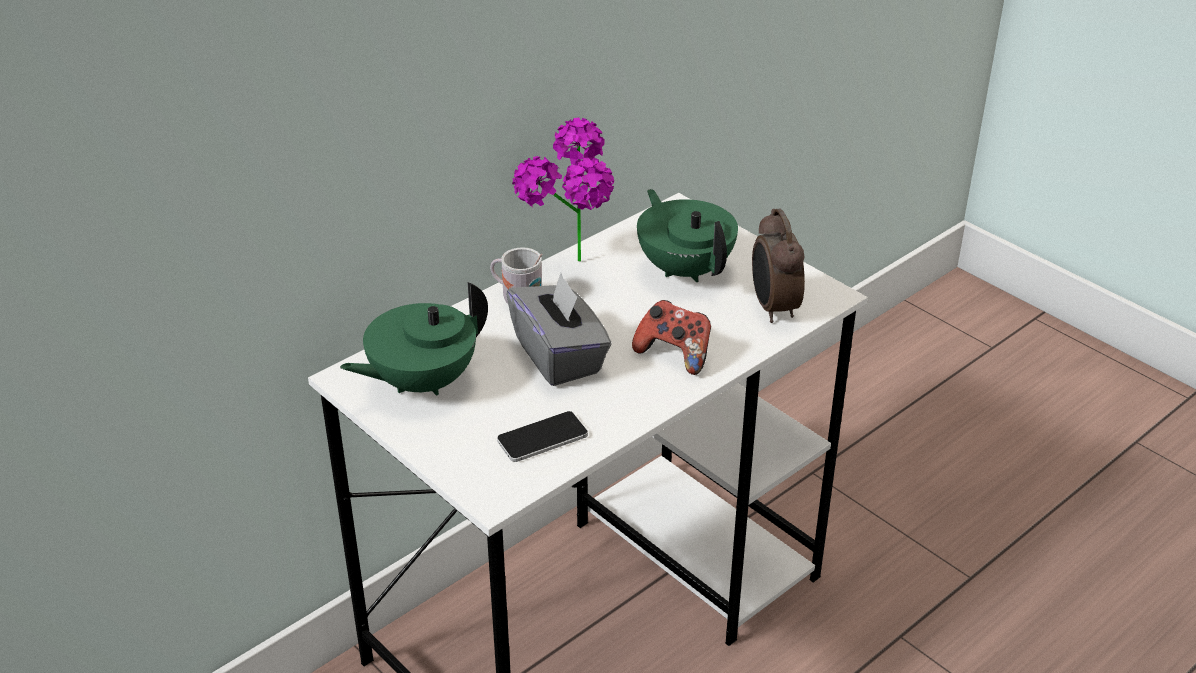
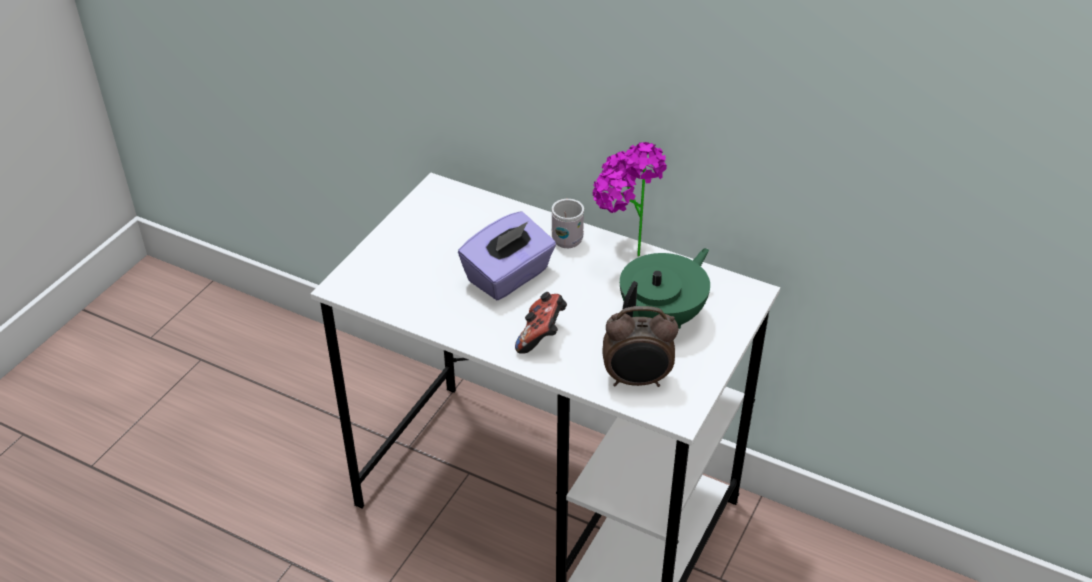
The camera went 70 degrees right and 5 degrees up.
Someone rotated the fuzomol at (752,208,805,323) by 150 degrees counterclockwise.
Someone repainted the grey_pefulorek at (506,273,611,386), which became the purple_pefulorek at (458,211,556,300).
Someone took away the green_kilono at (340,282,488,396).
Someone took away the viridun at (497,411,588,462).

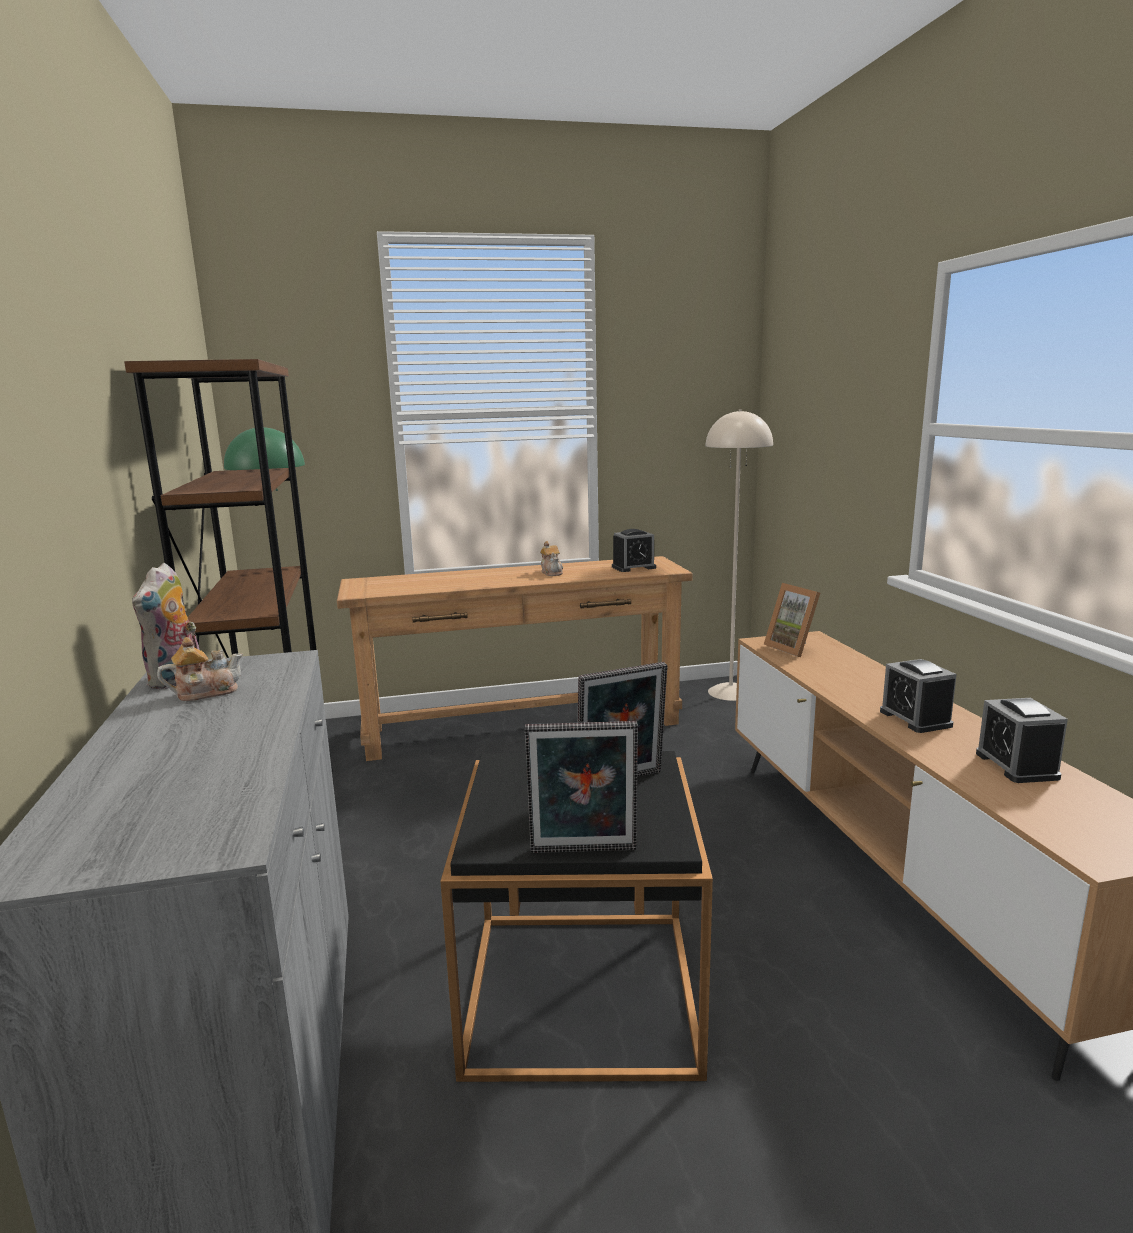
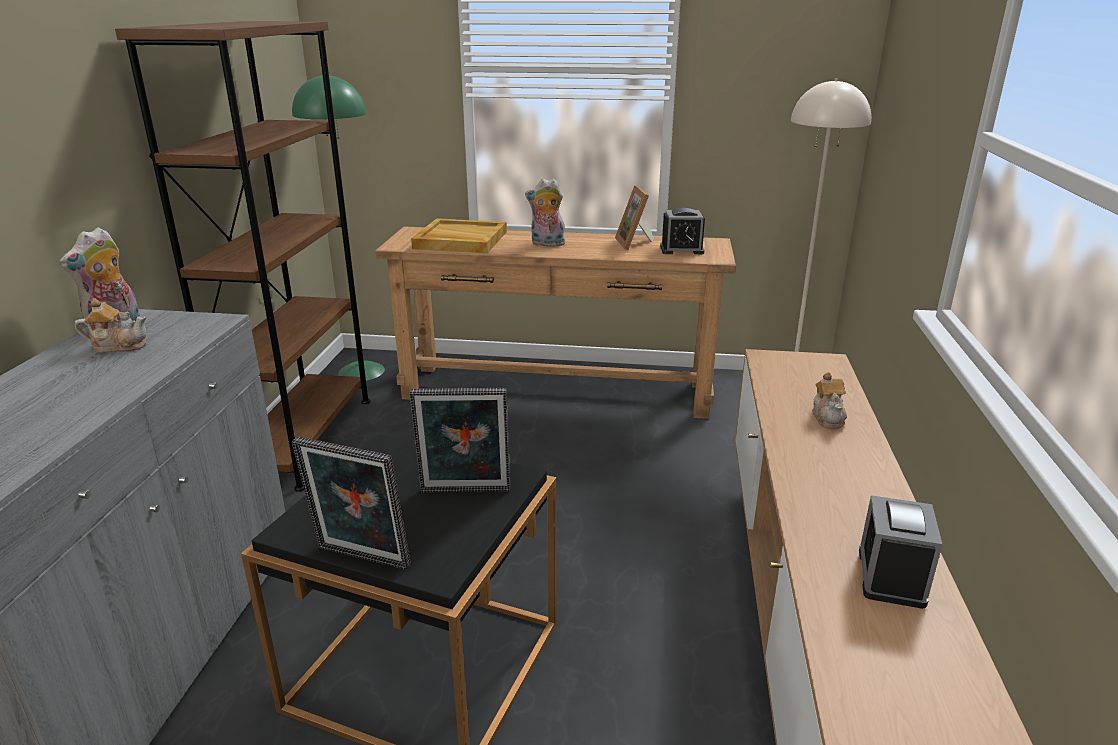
The camera went 20 degrees right and 10 degrees up.
Someone carried the kilono from (540,541,563,576) to (812,372,847,429).
Someone carried the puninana from (764,583,820,657) to (615,185,654,250).
Someone took away the fuzomol at (880,659,957,733).
Someone put down the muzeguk at (525,178,565,248).
Someone put down the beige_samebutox at (411,218,507,253).

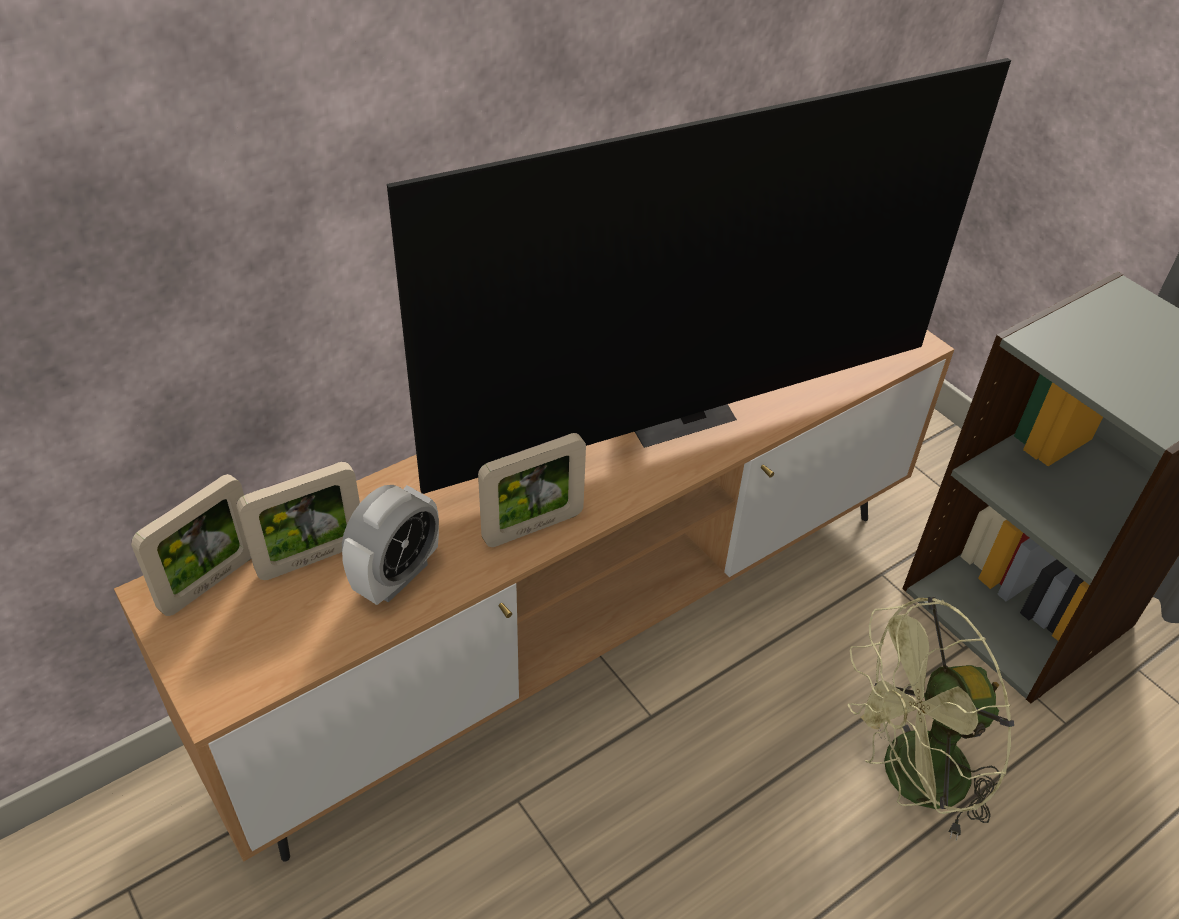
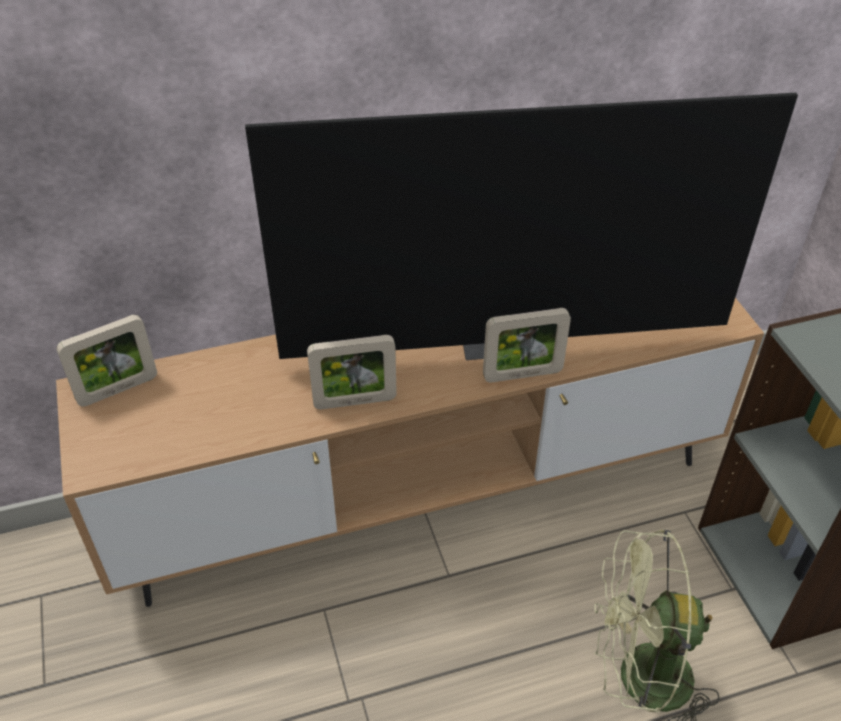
The camera went 20 degrees right and 0 degrees up.
Someone carried the puninana from (236,462,360,580) to (483,308,571,382).
Someone took away the fuzomol at (342,485,439,605).

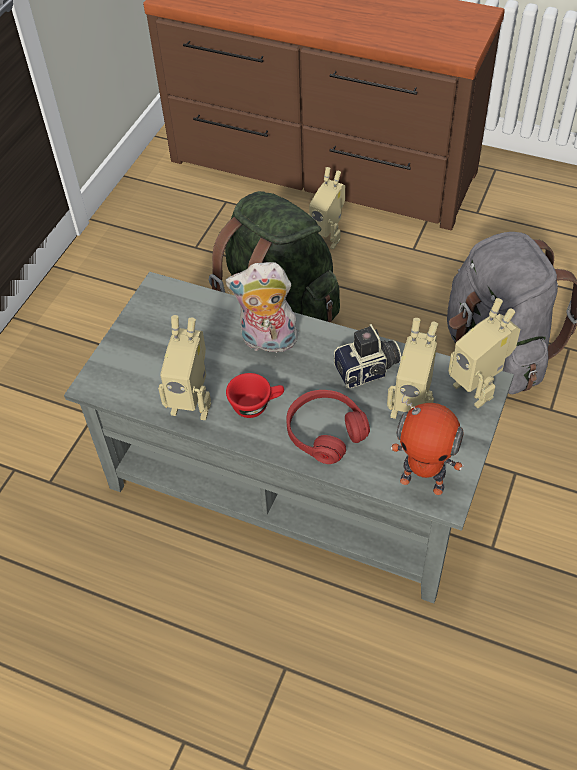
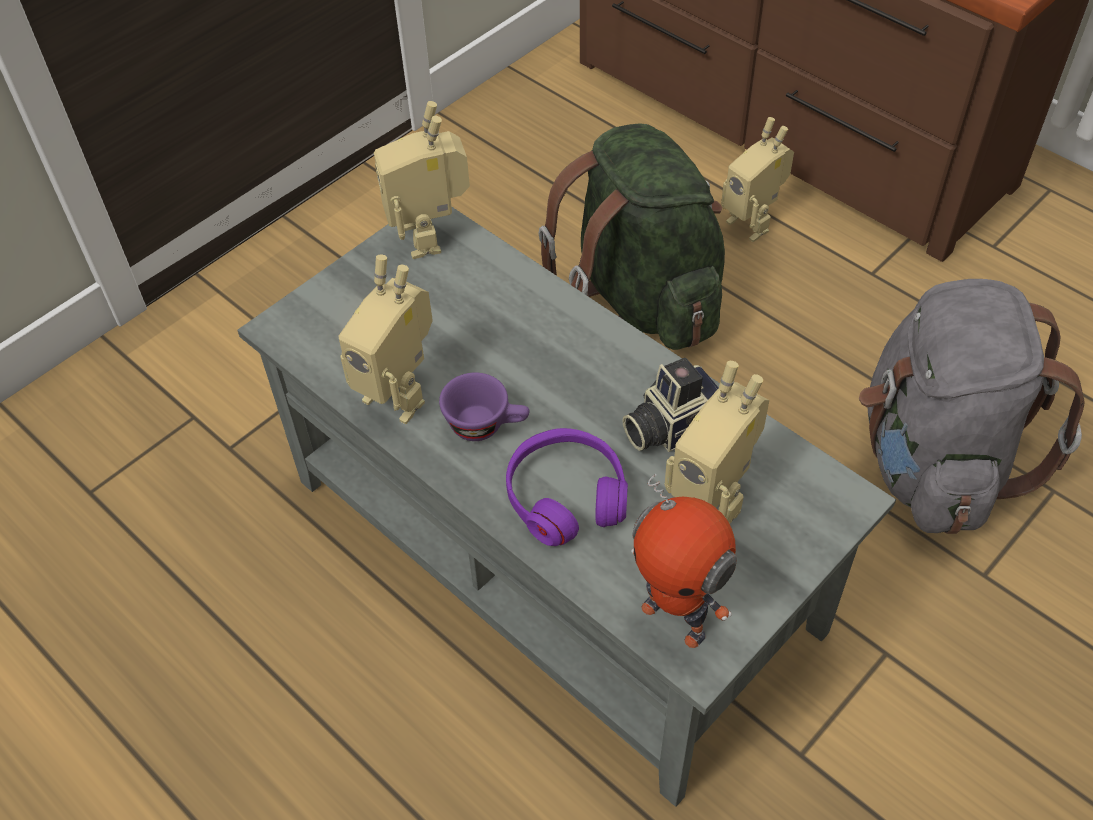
The camera went 20 degrees right and 0 degrees up.
Someone took away the muzeguk at (225,262,298,353).
Someone carried the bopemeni from (448,298,520,408) to (374,101,470,259).
Someone rotated the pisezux at (334,324,401,388) by 150 degrees clockwise.
Someone repainted the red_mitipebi at (226,373,284,418), which became the purple_mitipebi at (439,373,530,441).
Someone repainted the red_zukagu at (286,390,370,464), which became the purple_zukagu at (506,428,628,546).

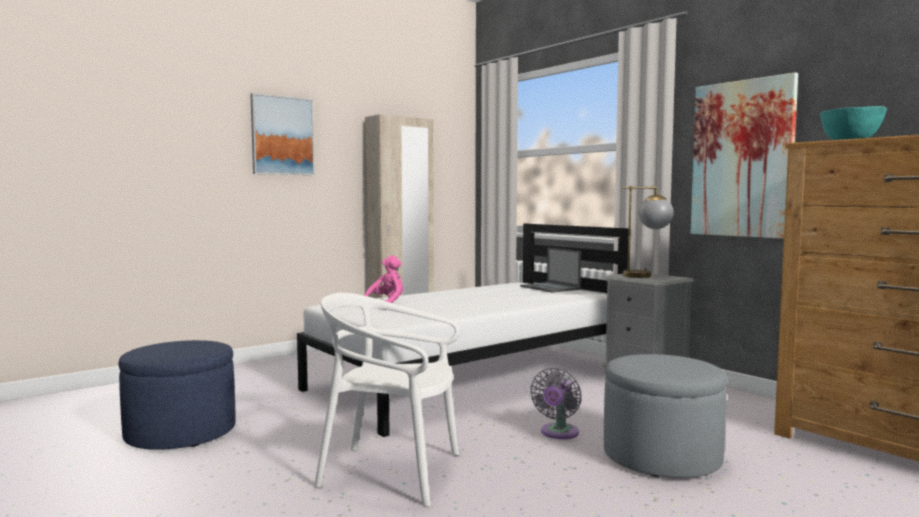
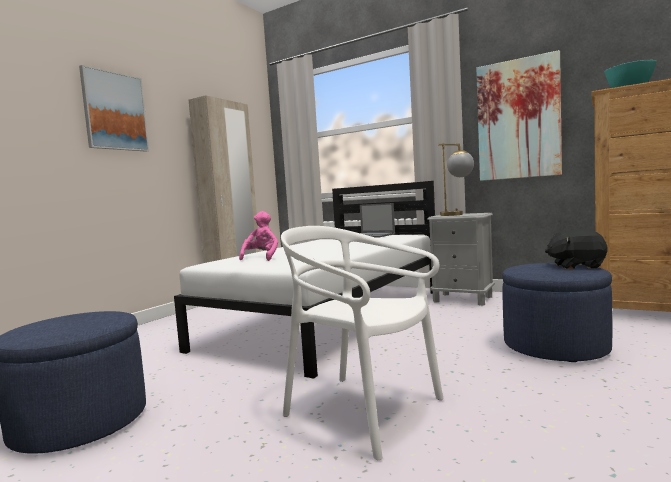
The camera went 20 degrees left and 0 degrees up.
Someone rotated the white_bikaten at (314,293,460,507) by 45 degrees clockwise.
Someone repainted the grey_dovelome at (604,354,727,478), which became the blue_dovelome at (502,263,612,362).
Someone took away the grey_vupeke at (530,368,582,439).
Someone put down the black_muzeguk at (545,229,607,269).

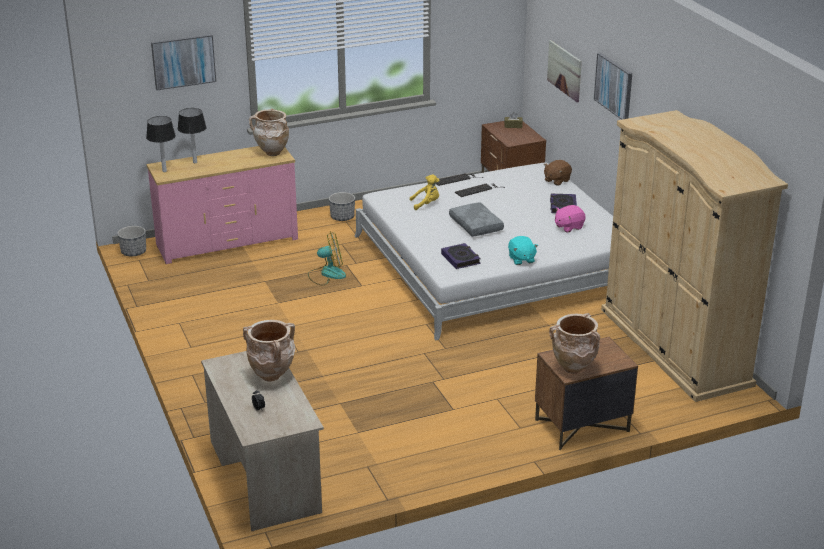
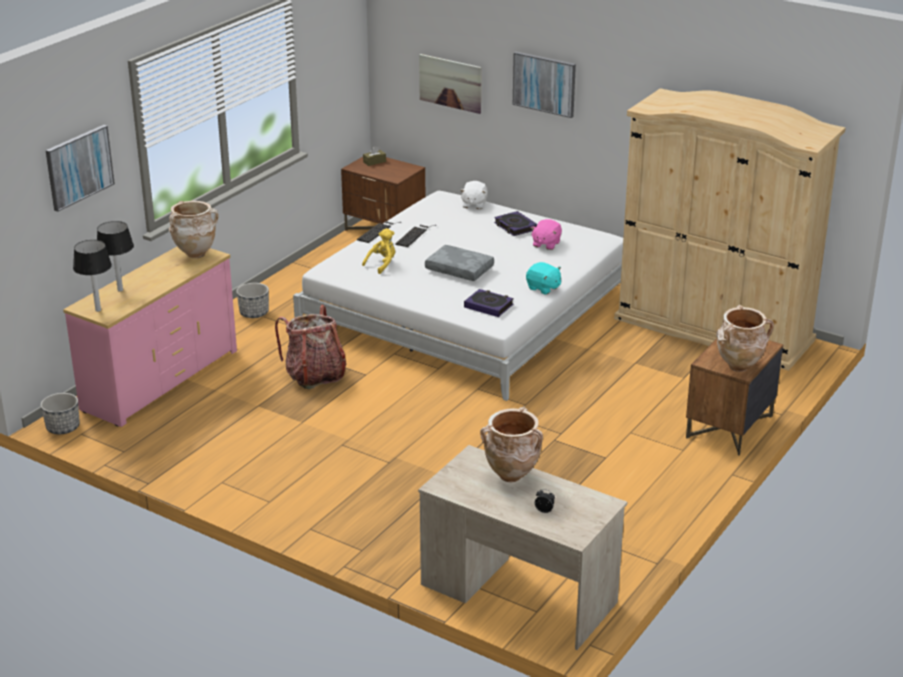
The camera went 35 degrees left and 0 degrees up.
Someone repainted the brown_muzeguk at (544,160,572,186), which became the white_muzeguk at (460,181,487,209).
Someone swapped the vupeke at (308,232,346,285) for the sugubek at (275,305,347,389).

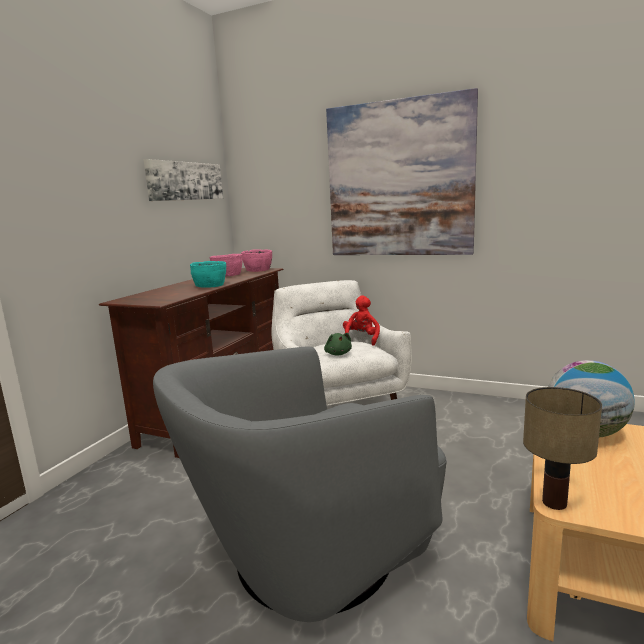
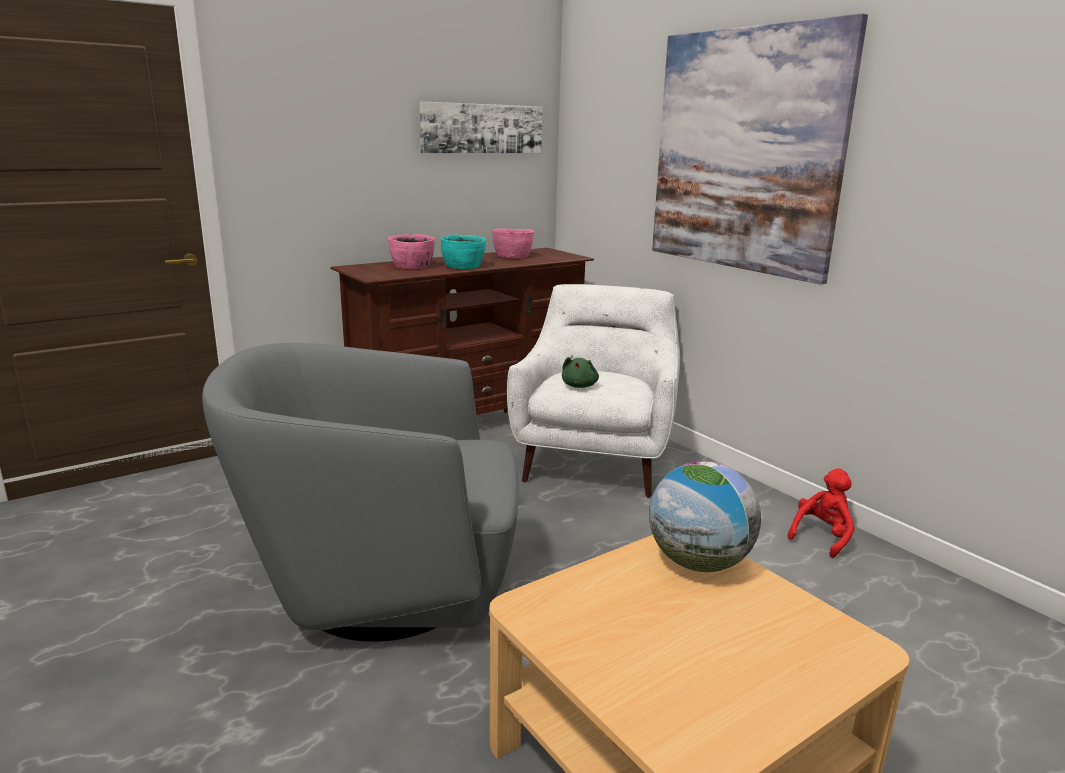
The camera went 30 degrees right and 5 degrees up.
Someone carried the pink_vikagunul from (241,249,272,272) to (388,234,435,269).
Someone carried the red_muzeguk from (343,295,380,346) to (787,468,854,558).
Someone took away the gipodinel at (523,387,602,510).

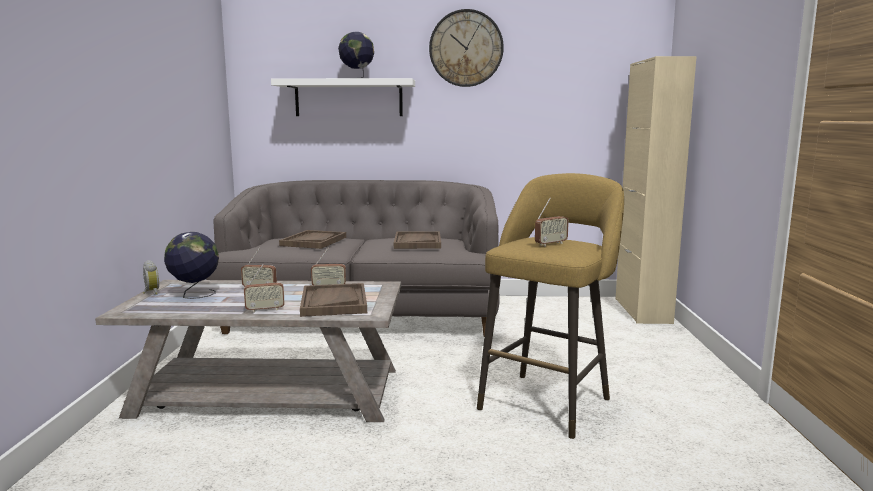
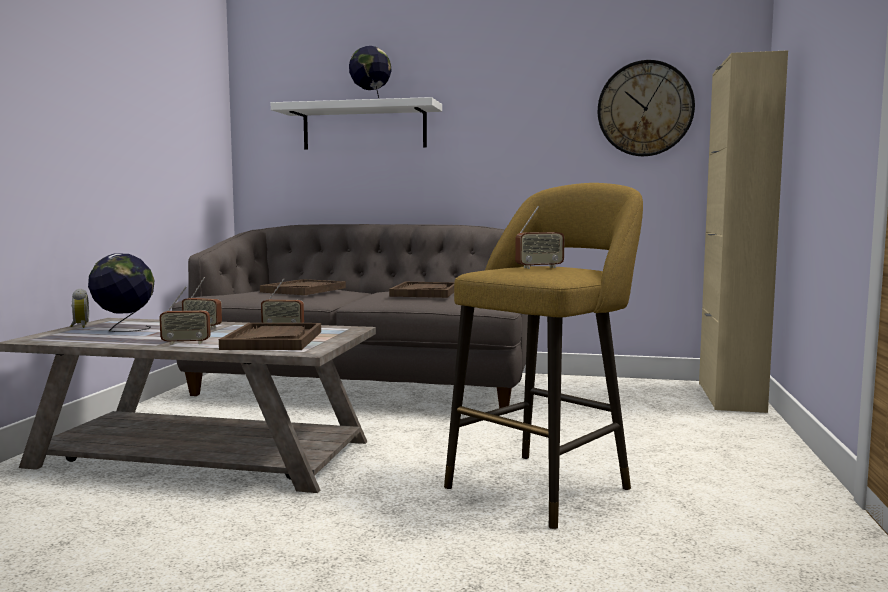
The camera went 10 degrees right and 5 degrees down.
Someone carried the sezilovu from (429,9,504,87) to (598,60,695,156).

